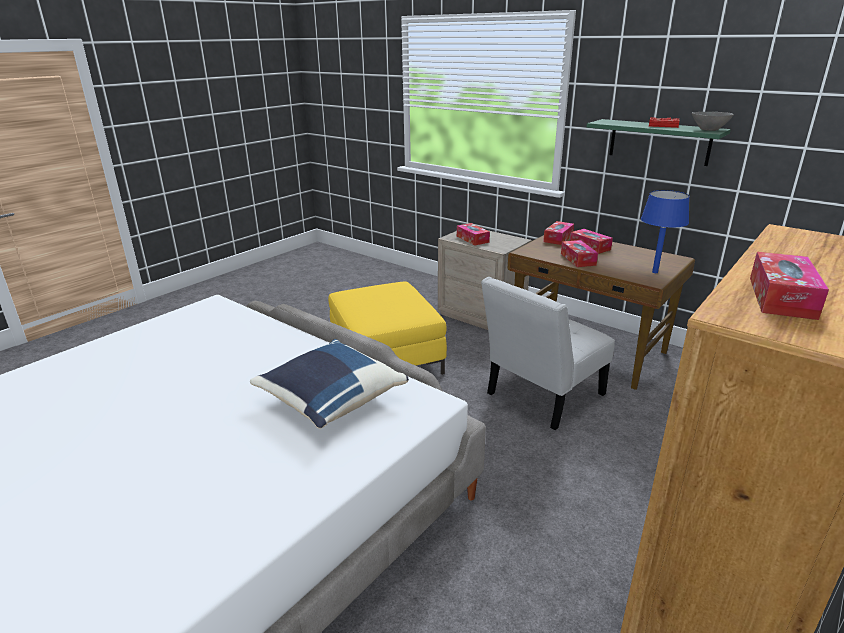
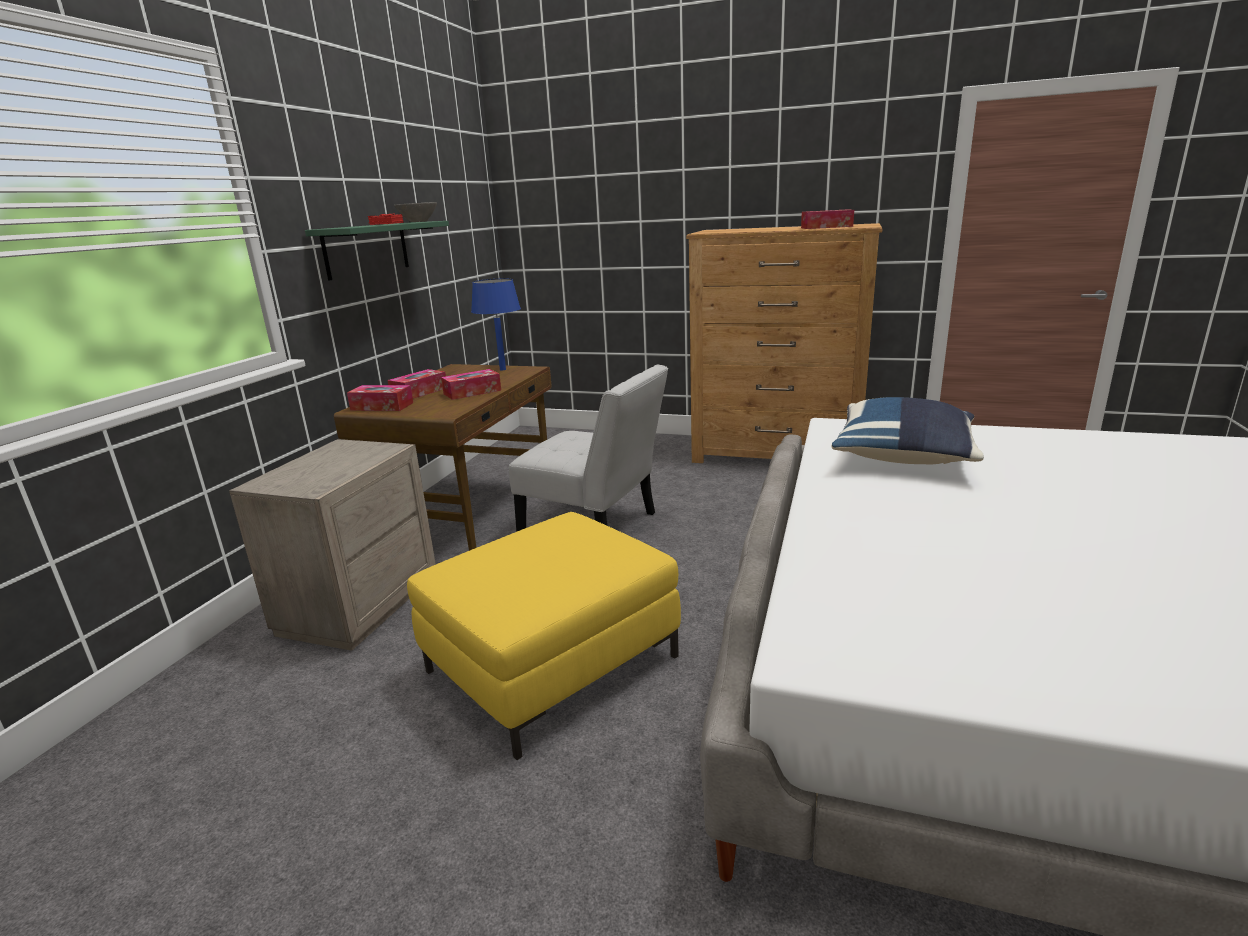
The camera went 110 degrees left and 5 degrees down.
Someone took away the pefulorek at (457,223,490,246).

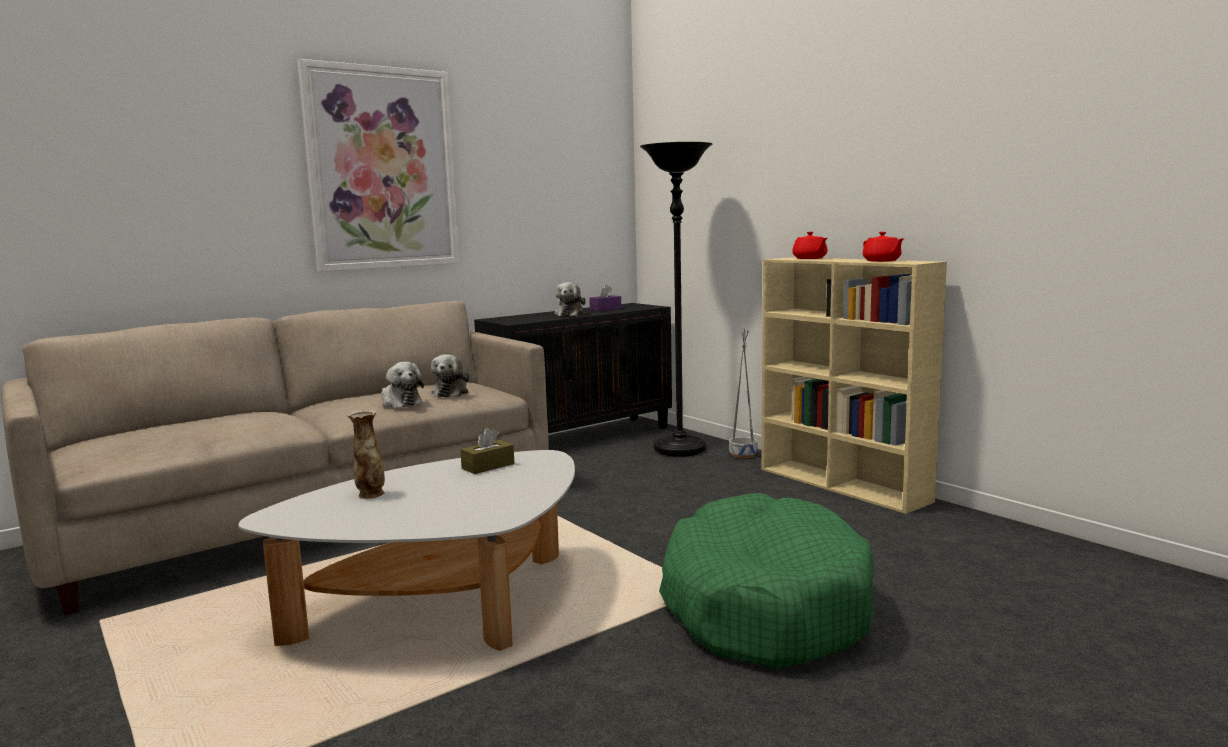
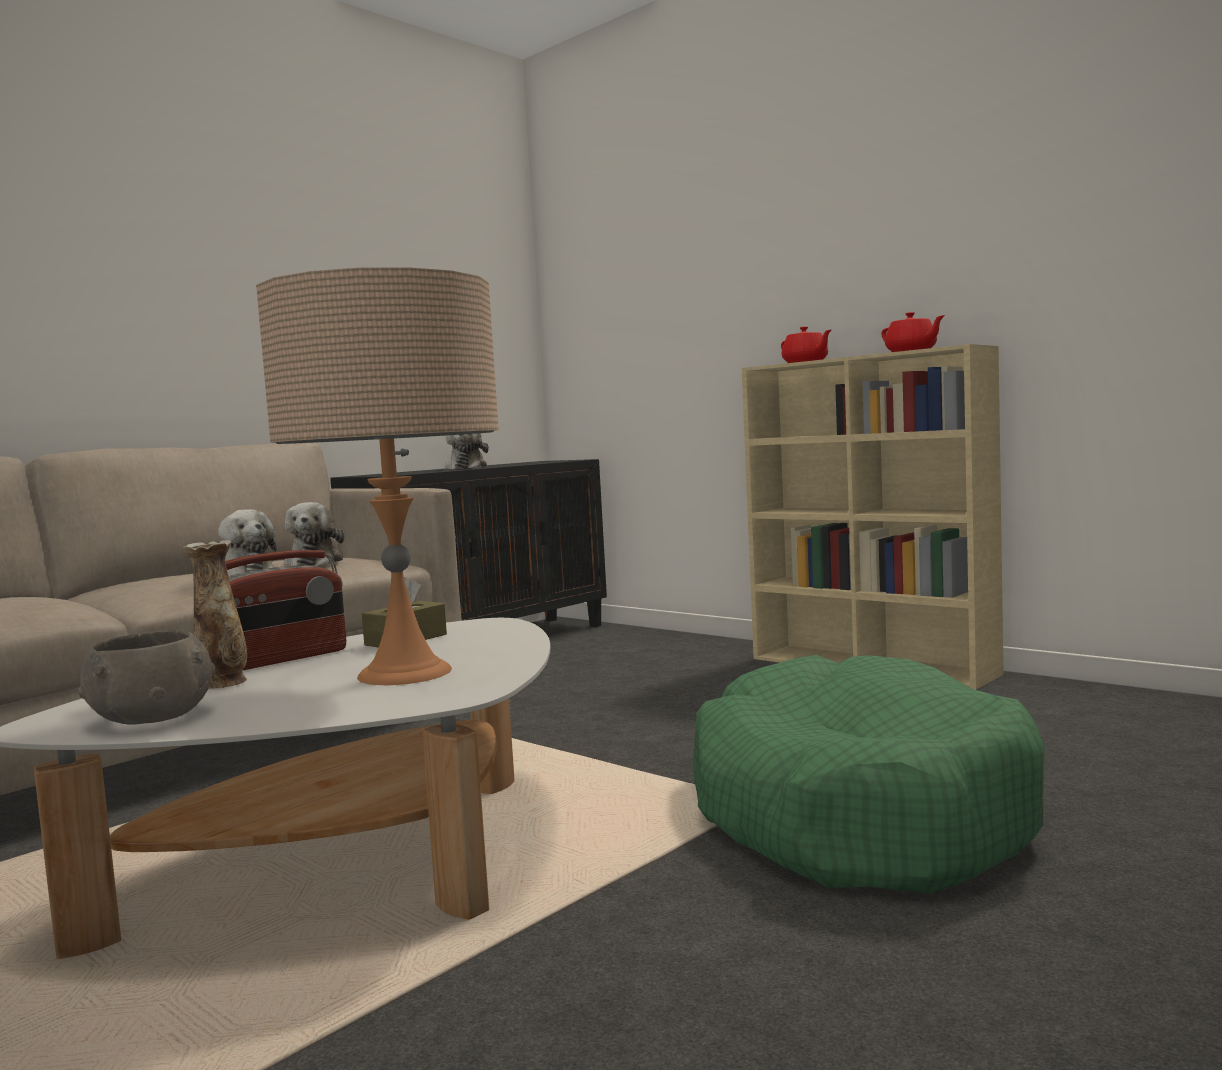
The camera went 10 degrees left and 5 degrees down.
Someone took away the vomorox at (297,59,459,272).
Someone took away the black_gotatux at (640,142,712,457).
Someone took away the purple_pefulorek at (589,285,621,311).
Someone took away the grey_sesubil at (729,329,757,458).
Someone put down the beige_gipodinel at (256,267,499,685).
Someone put down the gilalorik at (225,550,346,670).
Someone put down the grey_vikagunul at (78,630,215,725).

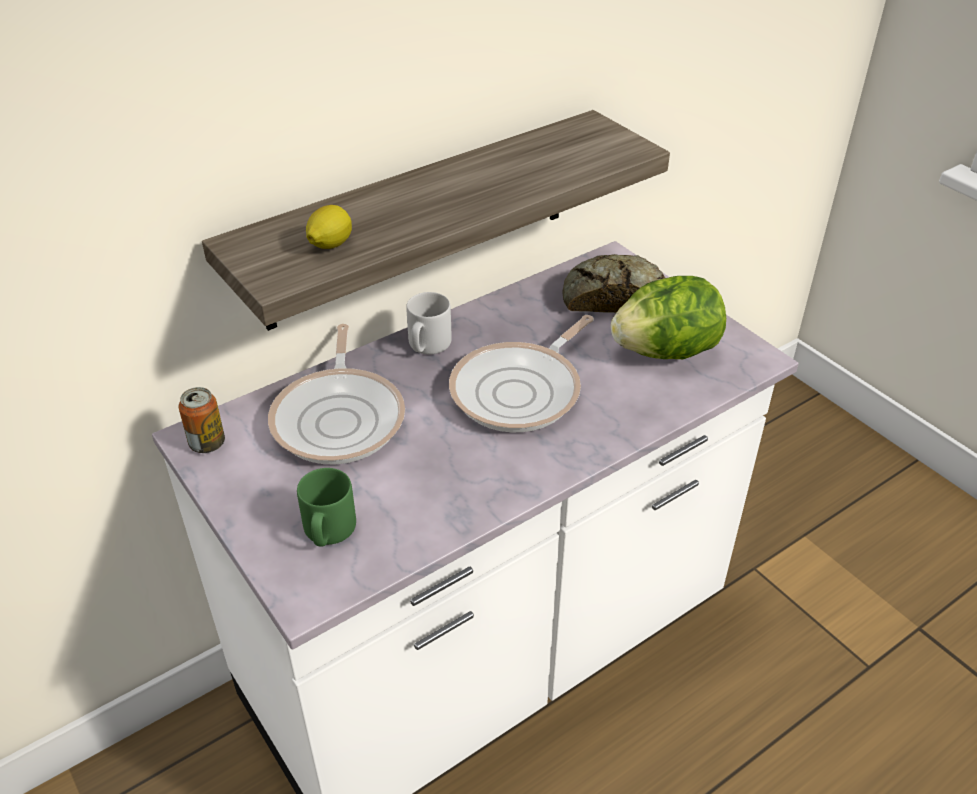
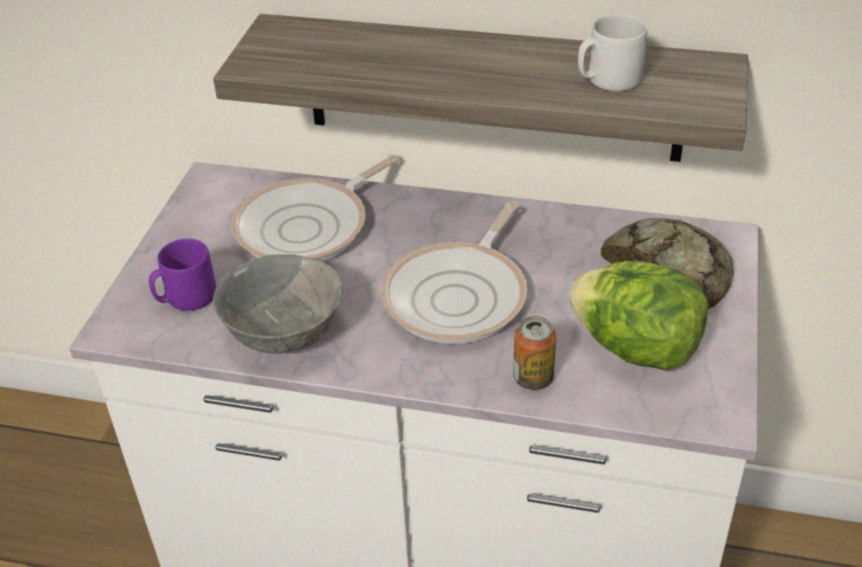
The camera went 50 degrees right and 0 degrees up.
Someone took away the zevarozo at (306,205,352,249).
Someone carried the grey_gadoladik from (406,292,452,354) to (578,14,648,91).
Someone rotated the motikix at (449,315,594,432) by 60 degrees counterclockwise.
Someone carried the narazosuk from (179,387,225,453) to (513,316,557,390).
Someone repainted the green_gadoladik at (297,468,356,547), which became the purple_gadoladik at (149,239,216,311).
Someone put down the grey_vikagunul at (213,254,343,354).

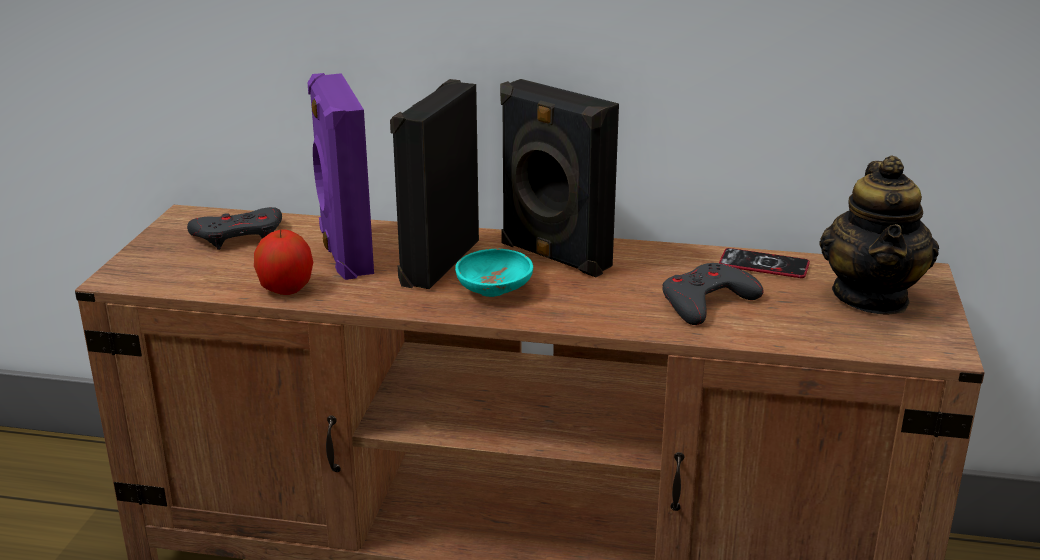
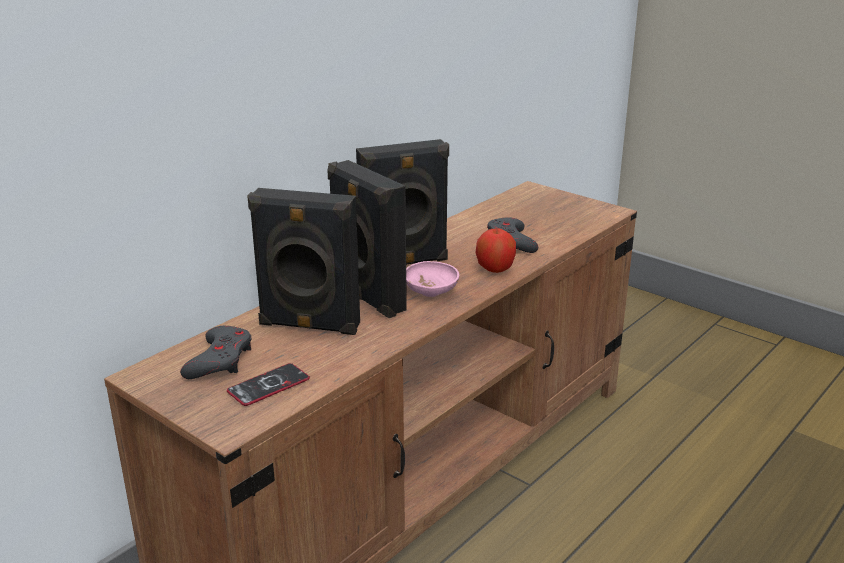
The camera went 60 degrees left and 0 degrees up.
Someone repainted the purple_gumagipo at (307,73,374,280), which became the black_gumagipo at (247,188,360,335).
Someone took away the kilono at (819,155,939,315).
Someone carried the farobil from (254,229,313,295) to (475,229,516,273).
Someone carried the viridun from (719,248,810,278) to (227,363,310,406).
Someone repainted the turquoise_vikagunul at (455,249,533,297), which became the pink_vikagunul at (406,261,459,297).

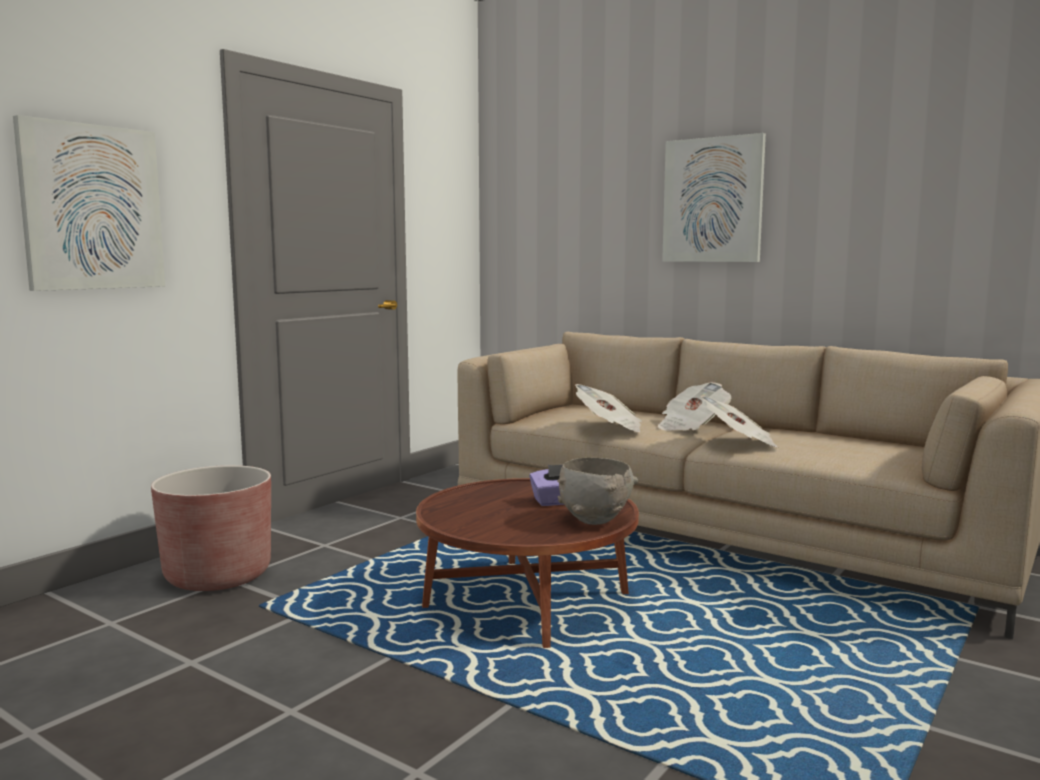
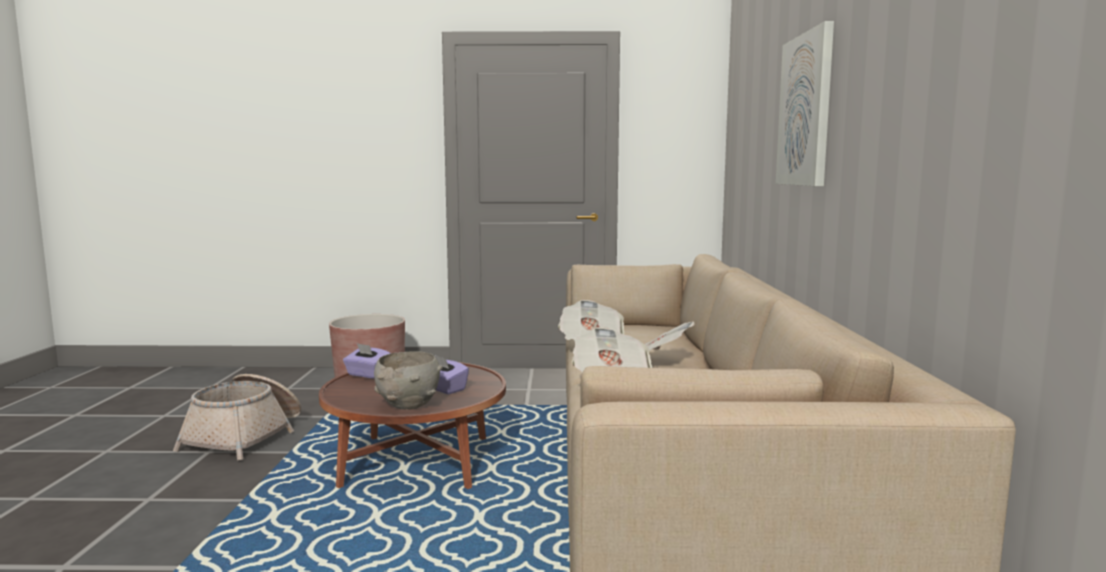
The camera went 55 degrees right and 0 degrees up.
Someone took away the vomorox at (13,115,165,291).
Someone put down the purple_pefulorek at (343,343,391,379).
Someone put down the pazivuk at (173,374,302,461).

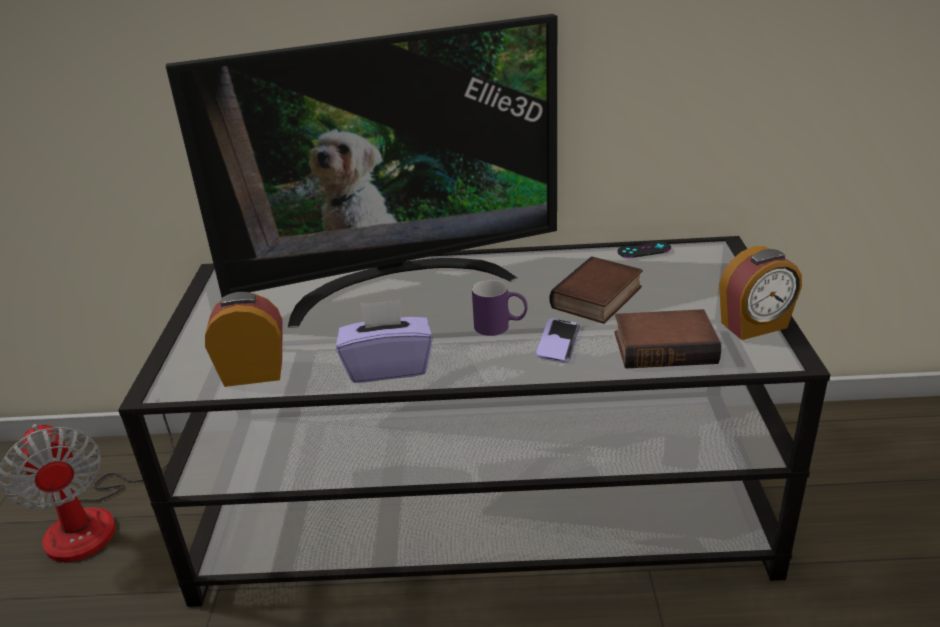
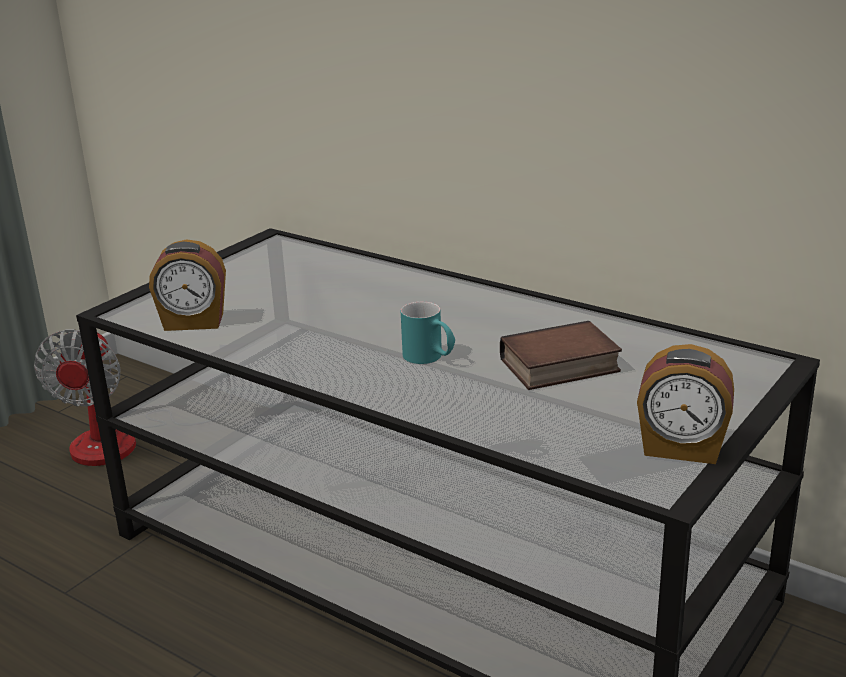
The camera went 35 degrees right and 5 degrees down.
Someone took away the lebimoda at (166,14,557,328).
Someone took away the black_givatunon at (618,241,671,258).
Someone repainted the purple_gadoladik at (472,280,527,336), which became the turquoise_gadoladik at (401,302,455,364).
Someone rotated the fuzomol at (205,292,283,387) by 150 degrees clockwise.
Someone took away the purple_pefulorek at (336,300,433,383).
Someone took away the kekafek at (614,309,721,368).
Someone took away the viridun at (536,318,580,363).

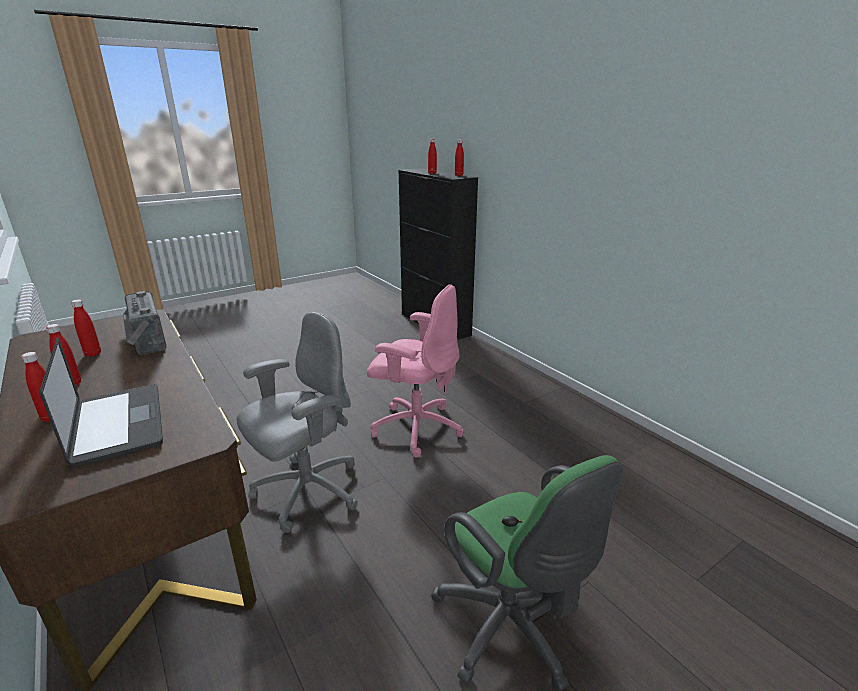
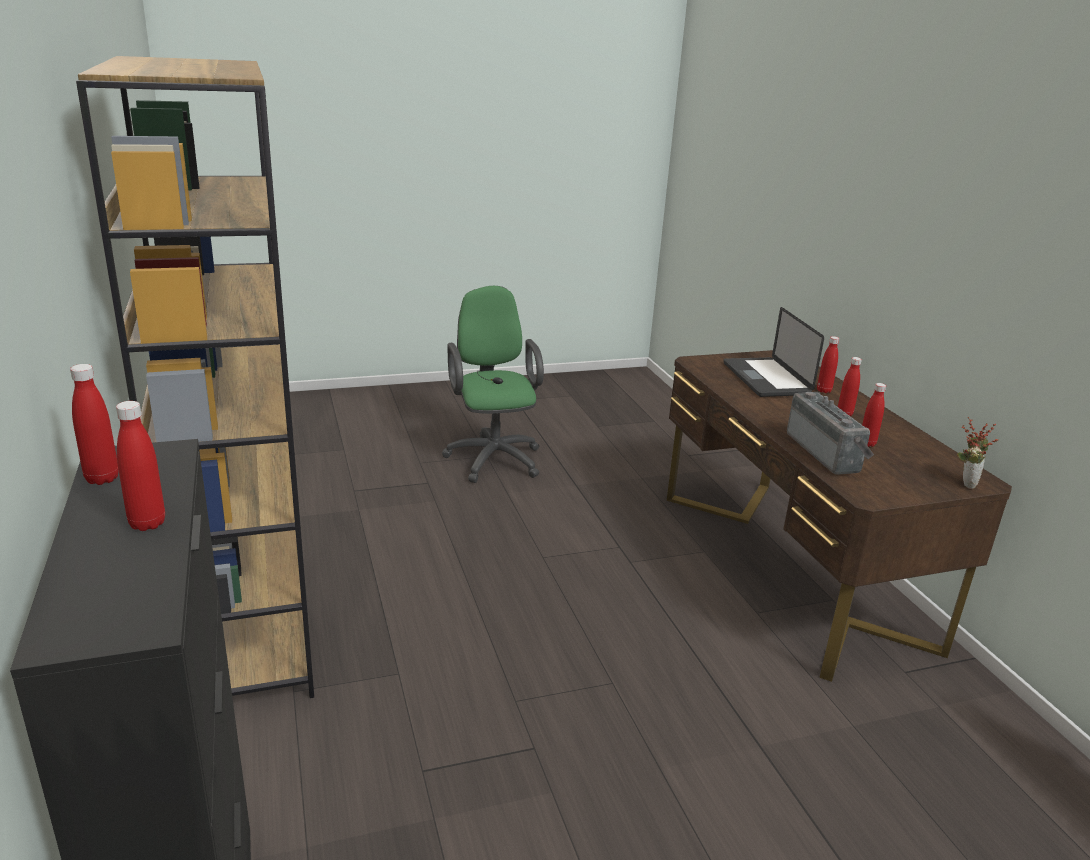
The camera went 165 degrees left and 0 degrees up.
Someone took away the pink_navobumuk at (367,284,464,458).
Someone took away the grey_navobumuk at (236,312,358,533).
Someone put down the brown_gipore at (76,56,314,698).
Someone put down the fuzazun at (957,417,999,489).

